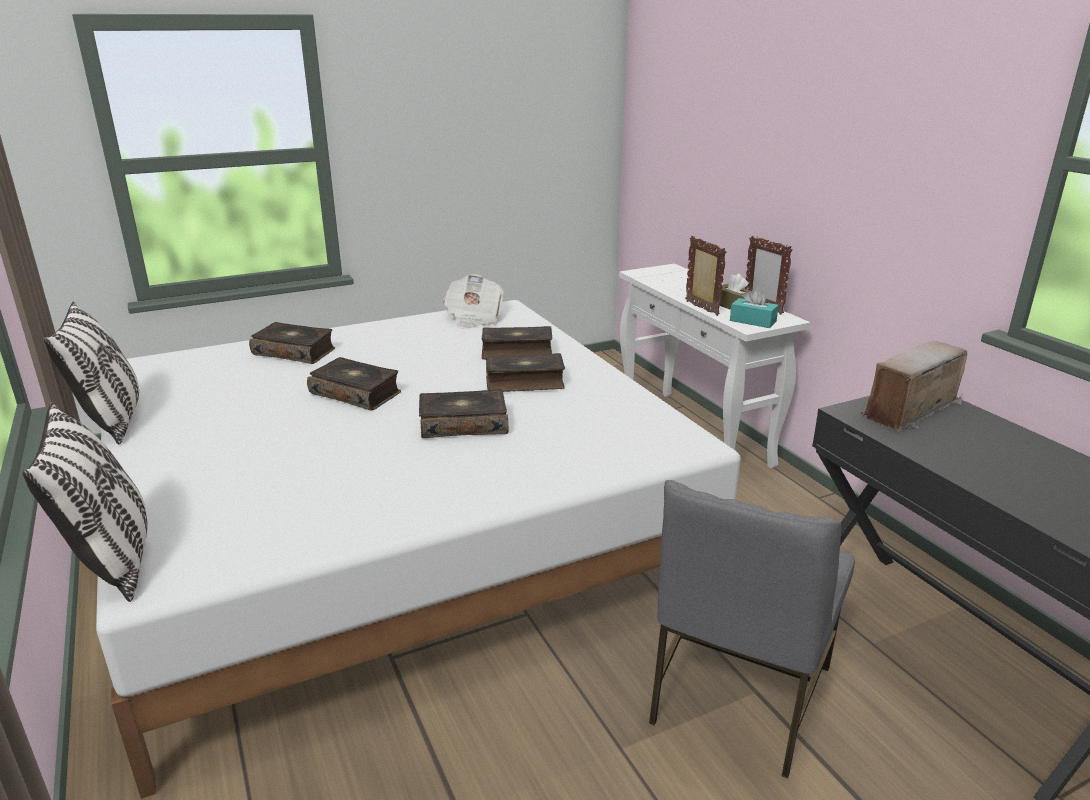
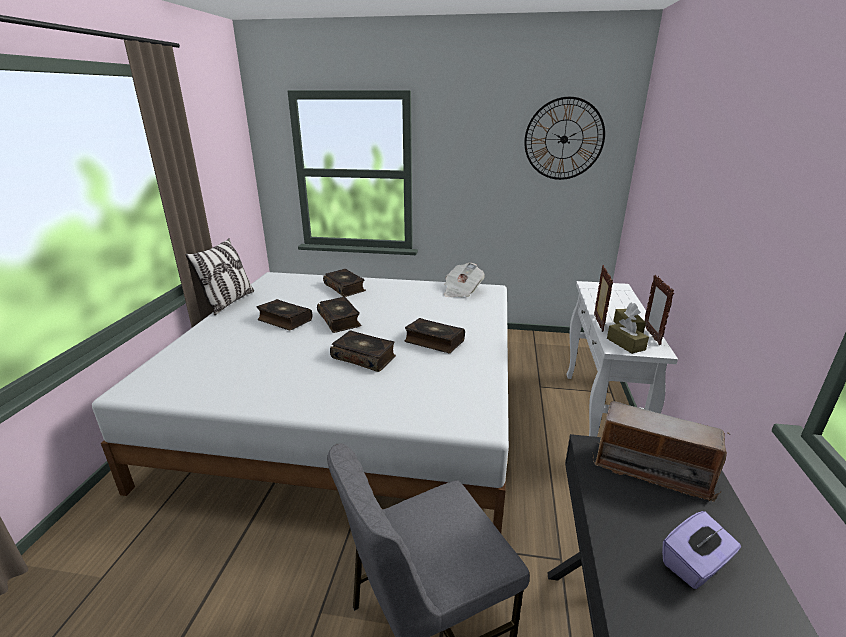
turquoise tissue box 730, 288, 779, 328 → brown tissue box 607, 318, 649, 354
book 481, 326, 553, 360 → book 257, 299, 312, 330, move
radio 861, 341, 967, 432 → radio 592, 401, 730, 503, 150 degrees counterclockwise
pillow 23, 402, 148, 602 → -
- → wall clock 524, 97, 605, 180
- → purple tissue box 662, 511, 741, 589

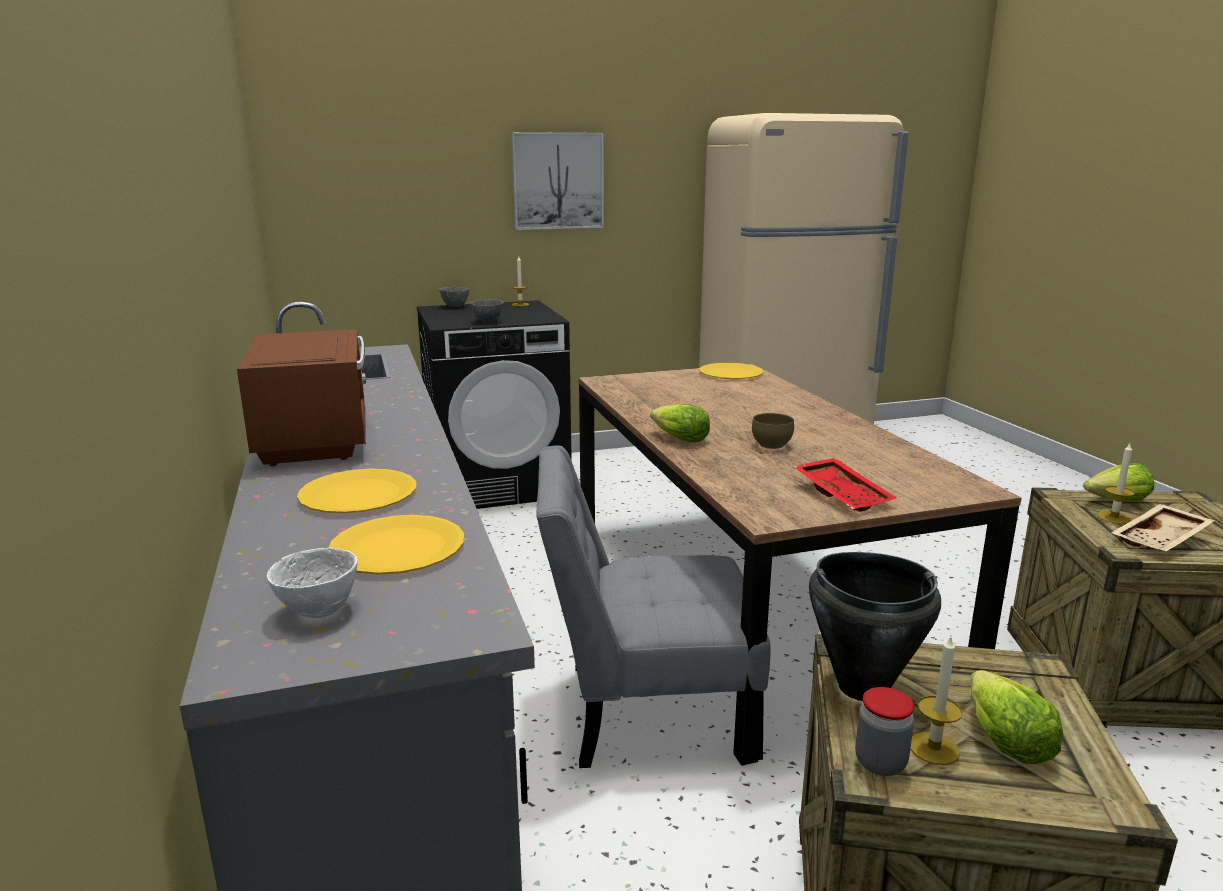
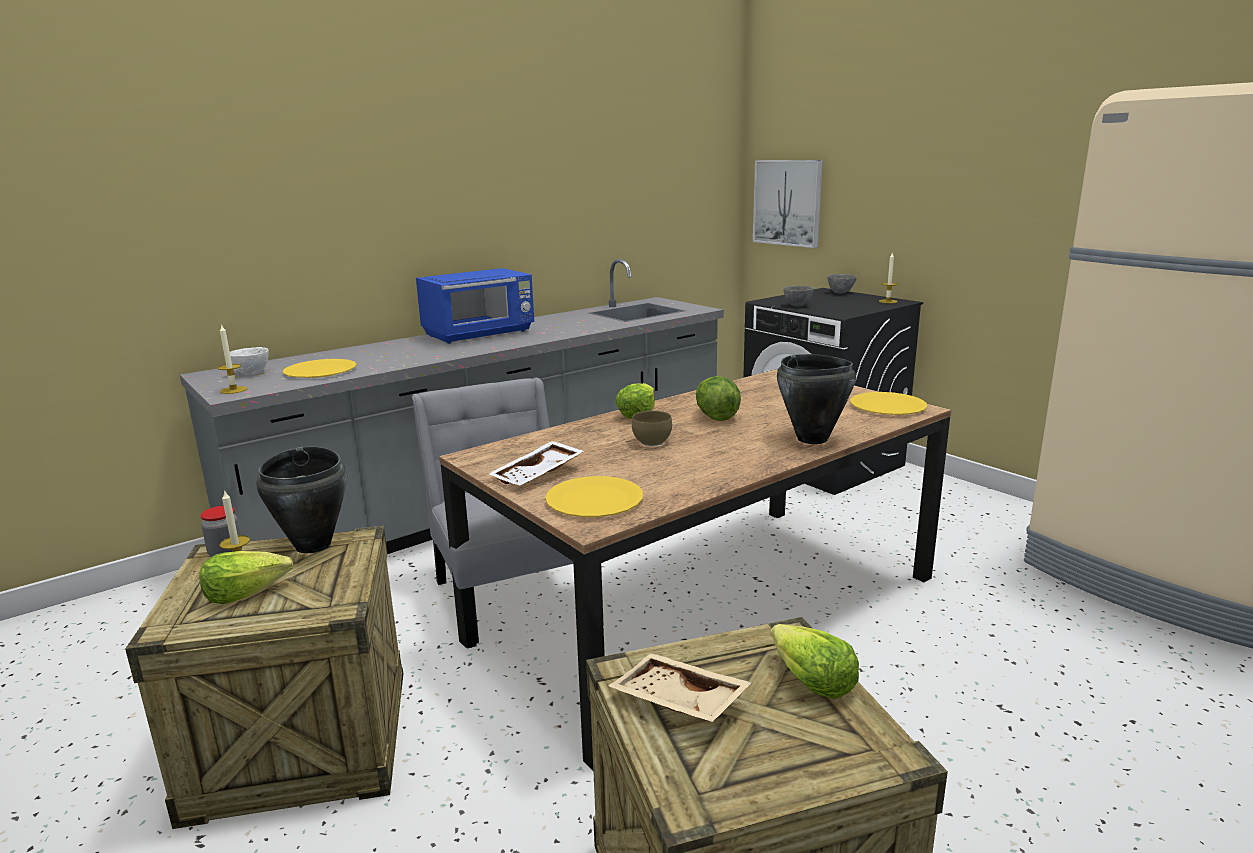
picture 511, 132, 604, 230 → picture 753, 160, 823, 248, move
brown microwave 237, 330, 366, 466 → blue microwave 416, 268, 534, 344
candle 1097, 443, 1135, 524 → candle 218, 324, 247, 394, move
red tray 793, 458, 897, 512 → white tray 489, 441, 584, 485
yellow plate 297, 469, 416, 513 → yellow plate 545, 476, 643, 517, move
- → black cooking pot 777, 354, 856, 444
- → lettuce 696, 376, 741, 421

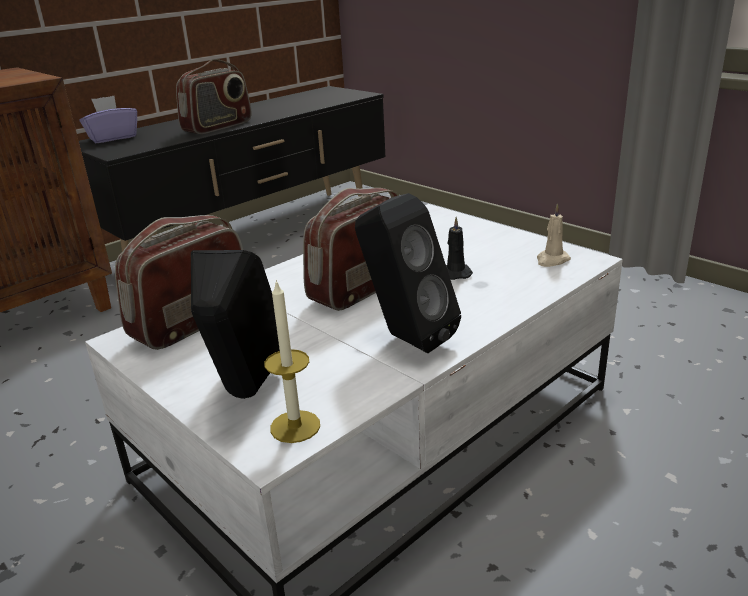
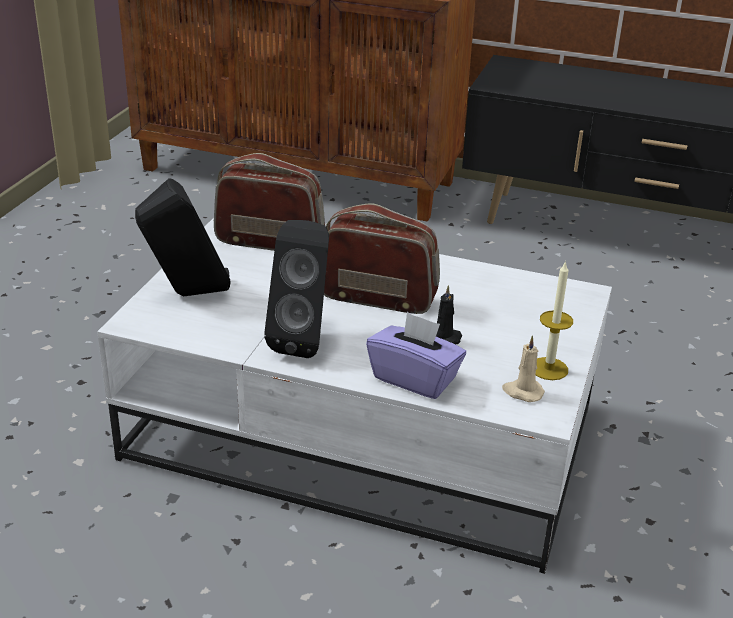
radio 176, 59, 251, 134 → -
purple tissue box 79, 96, 137, 143 → purple tissue box 366, 312, 466, 399, move
candle 265, 279, 320, 443 → candle 536, 261, 573, 380, move

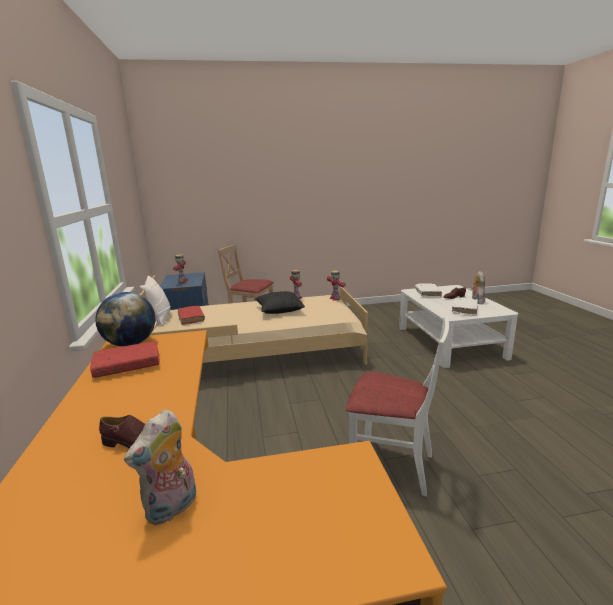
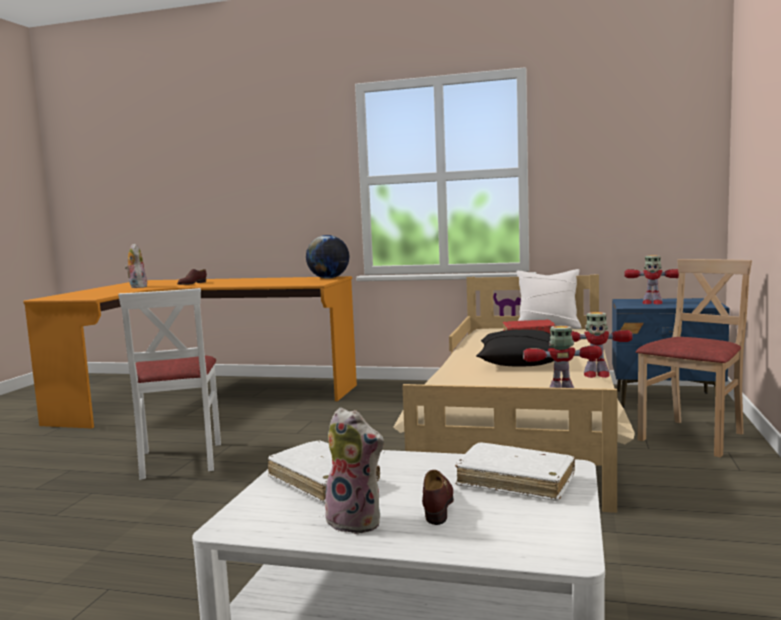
white chair 346, 316, 449, 496 → white chair 118, 288, 221, 480, 60 degrees counterclockwise
red book 90, 341, 160, 378 → -

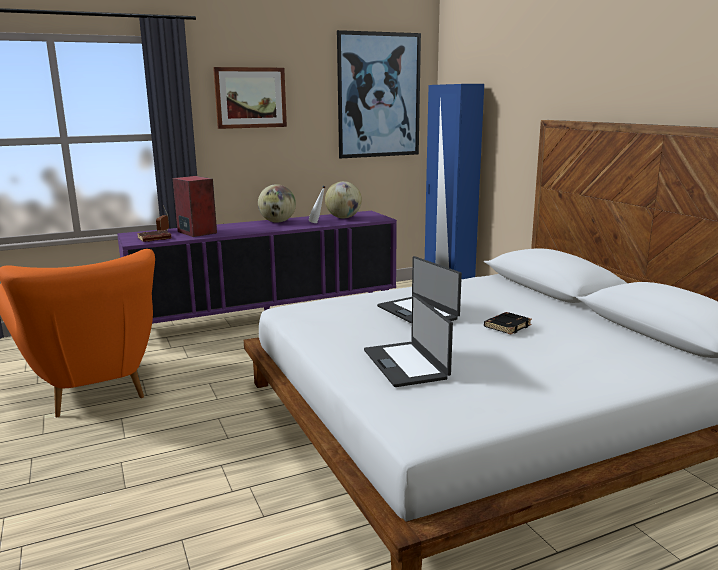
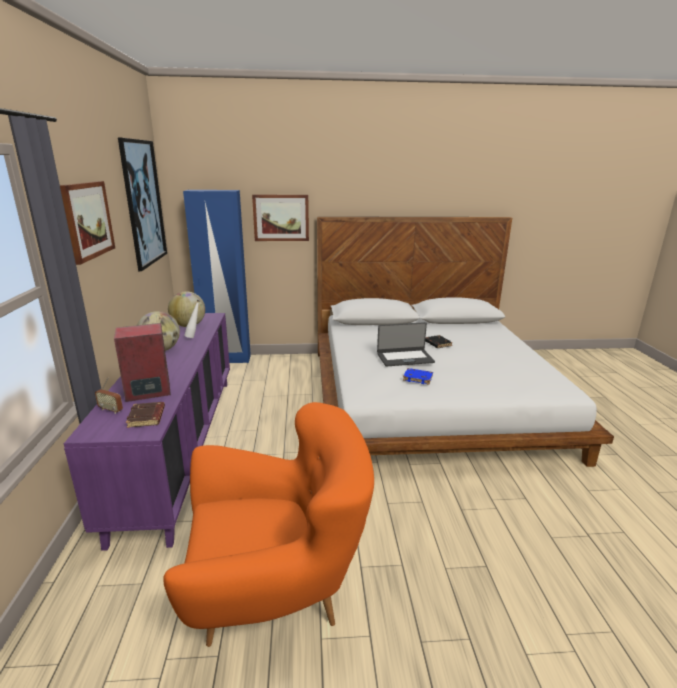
laptop 364, 294, 453, 387 → -
- → picture 252, 194, 309, 241
- → blue book 403, 368, 433, 385

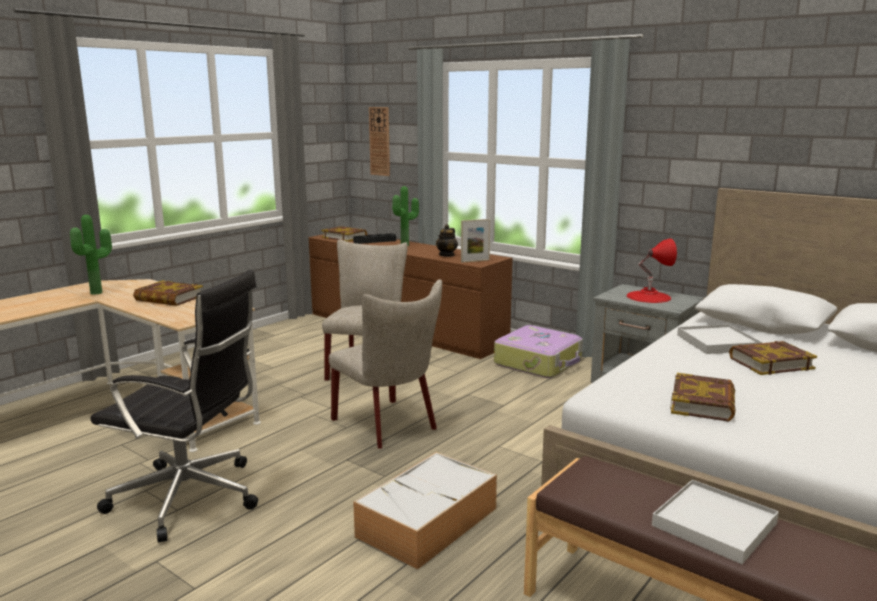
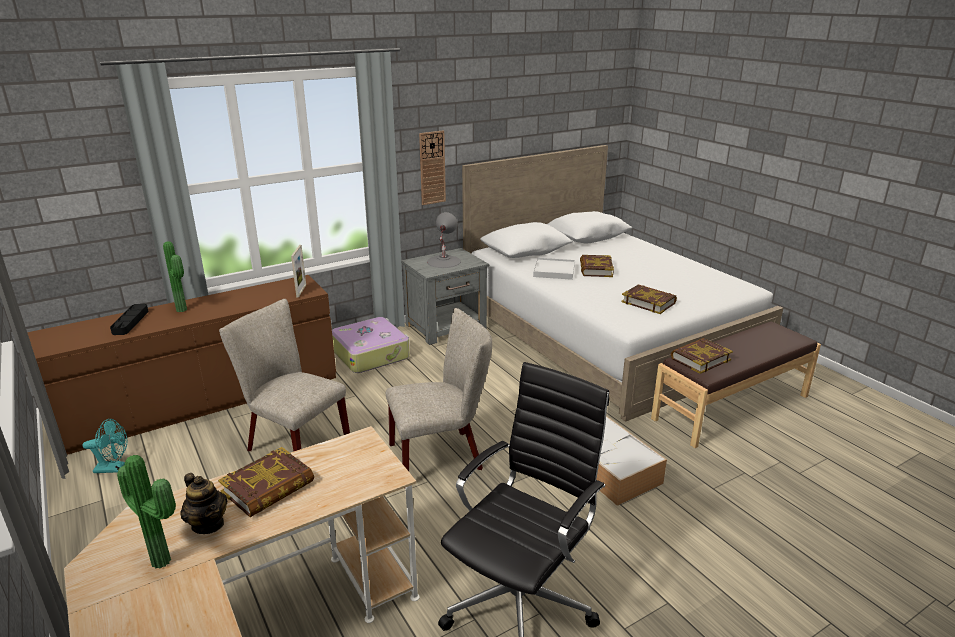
wall clock 369, 107, 390, 176 → wall clock 419, 131, 446, 205, move
teapot 436, 224, 458, 257 → teapot 180, 473, 227, 534, move
book 321, 226, 367, 242 → book 671, 338, 733, 374, move
red table lamp 626, 238, 677, 303 → grey table lamp 427, 212, 461, 268
white tray 652, 480, 779, 564 → -
- → turquoise fan 82, 419, 127, 473

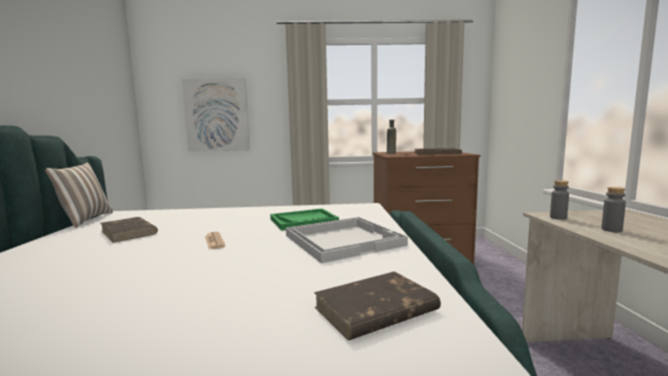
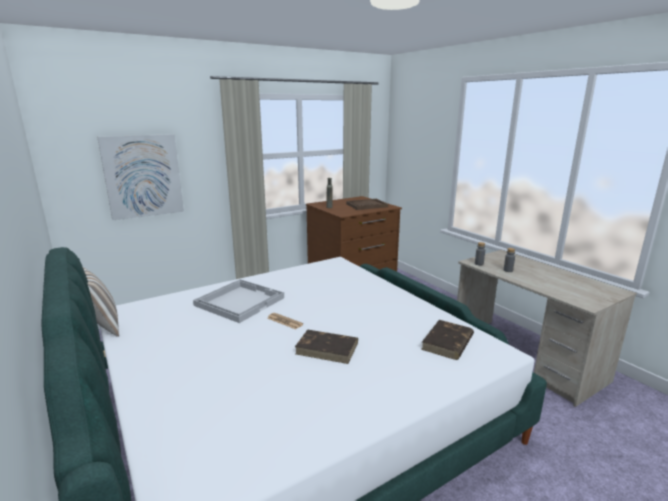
green tray 270, 208, 339, 231 → -
brown book 101, 217, 158, 243 → brown book 295, 330, 358, 364, move
white tray 286, 217, 408, 263 → white tray 193, 279, 284, 323, move

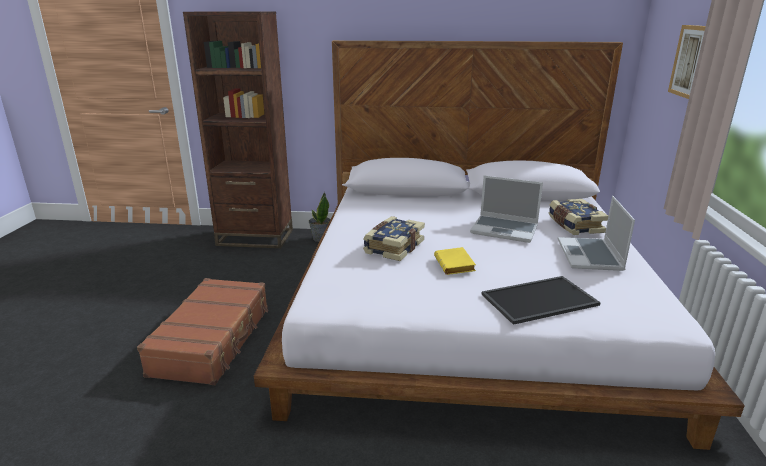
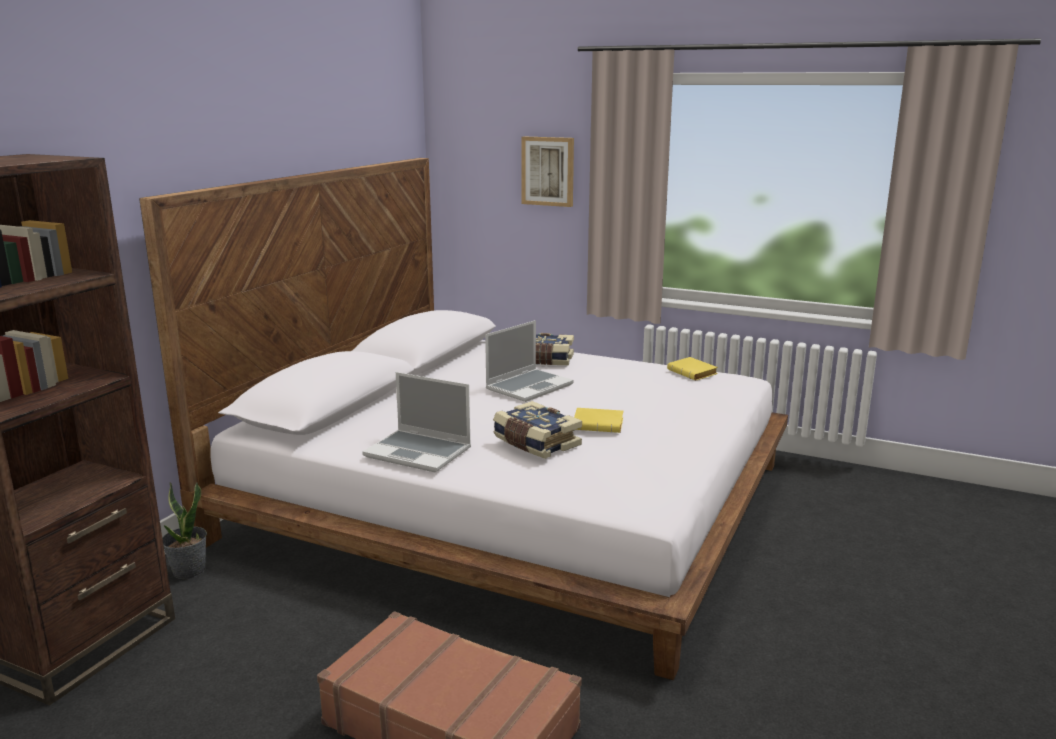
laptop 558, 196, 635, 271 → laptop 362, 372, 471, 473, move
tray 481, 276, 601, 325 → -
- → yellow book 667, 357, 718, 381

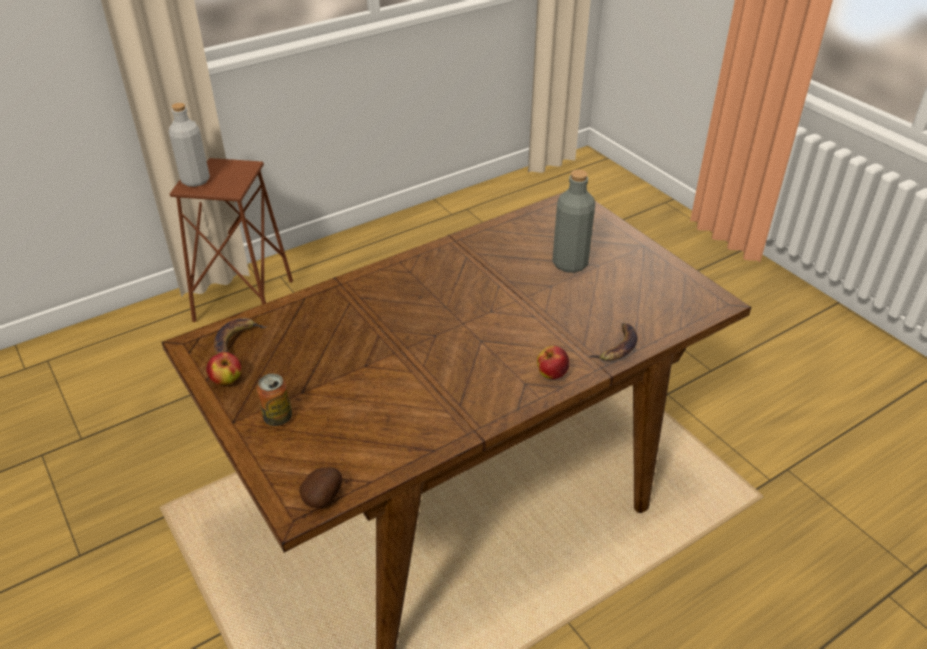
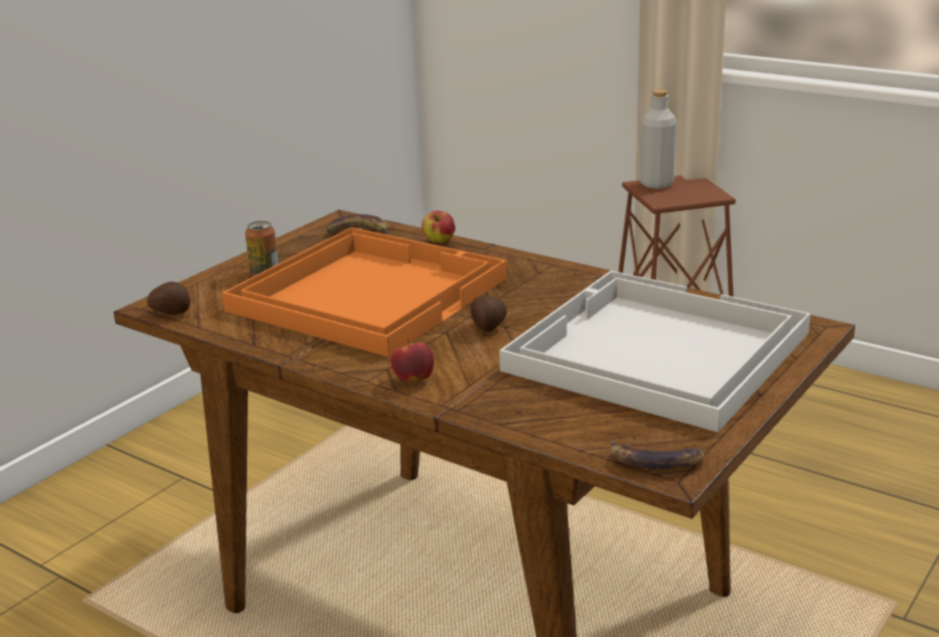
grey bottle 552, 170, 595, 273 → white tray 499, 271, 811, 432
banana 587, 323, 638, 361 → banana 610, 441, 705, 469, move
apple 206, 352, 241, 385 → apple 422, 211, 455, 244, move
- → orange tray 222, 227, 507, 357
- → potato 470, 295, 507, 332

